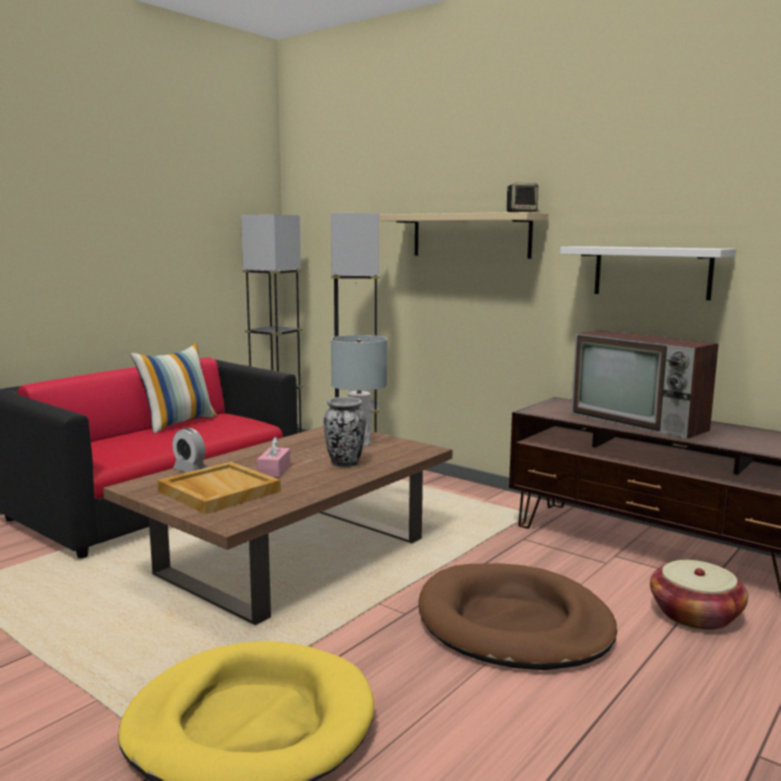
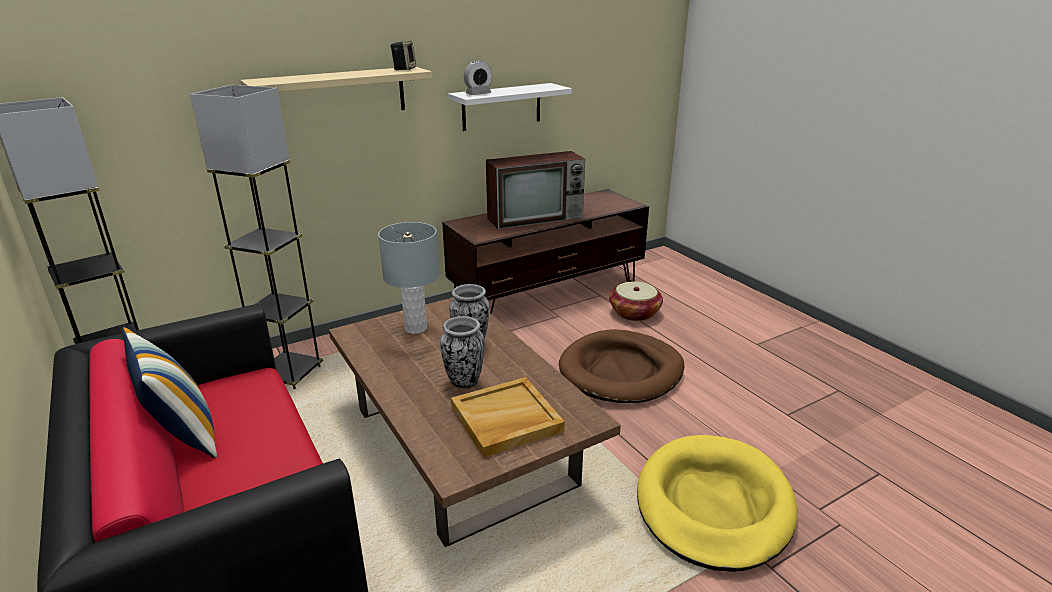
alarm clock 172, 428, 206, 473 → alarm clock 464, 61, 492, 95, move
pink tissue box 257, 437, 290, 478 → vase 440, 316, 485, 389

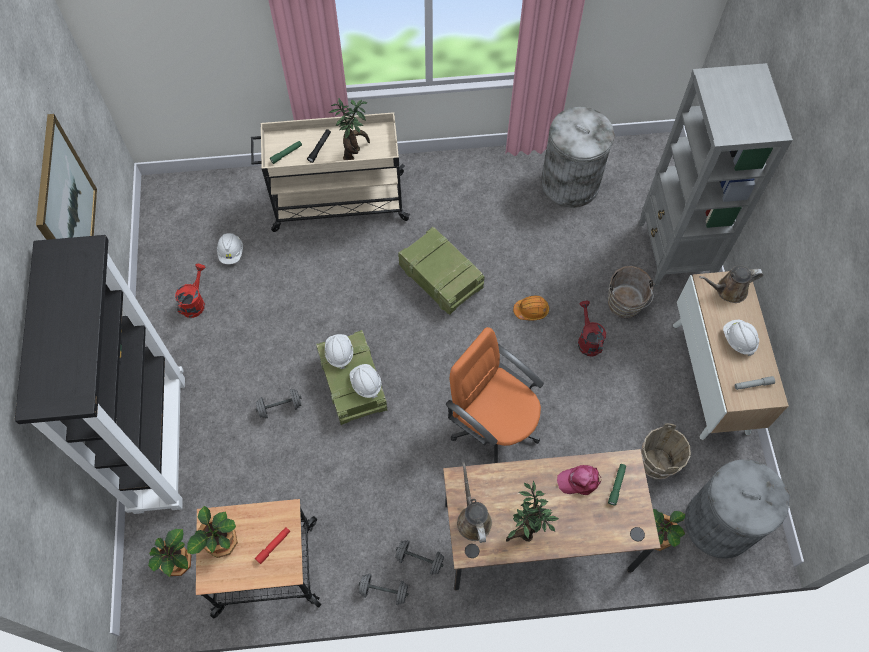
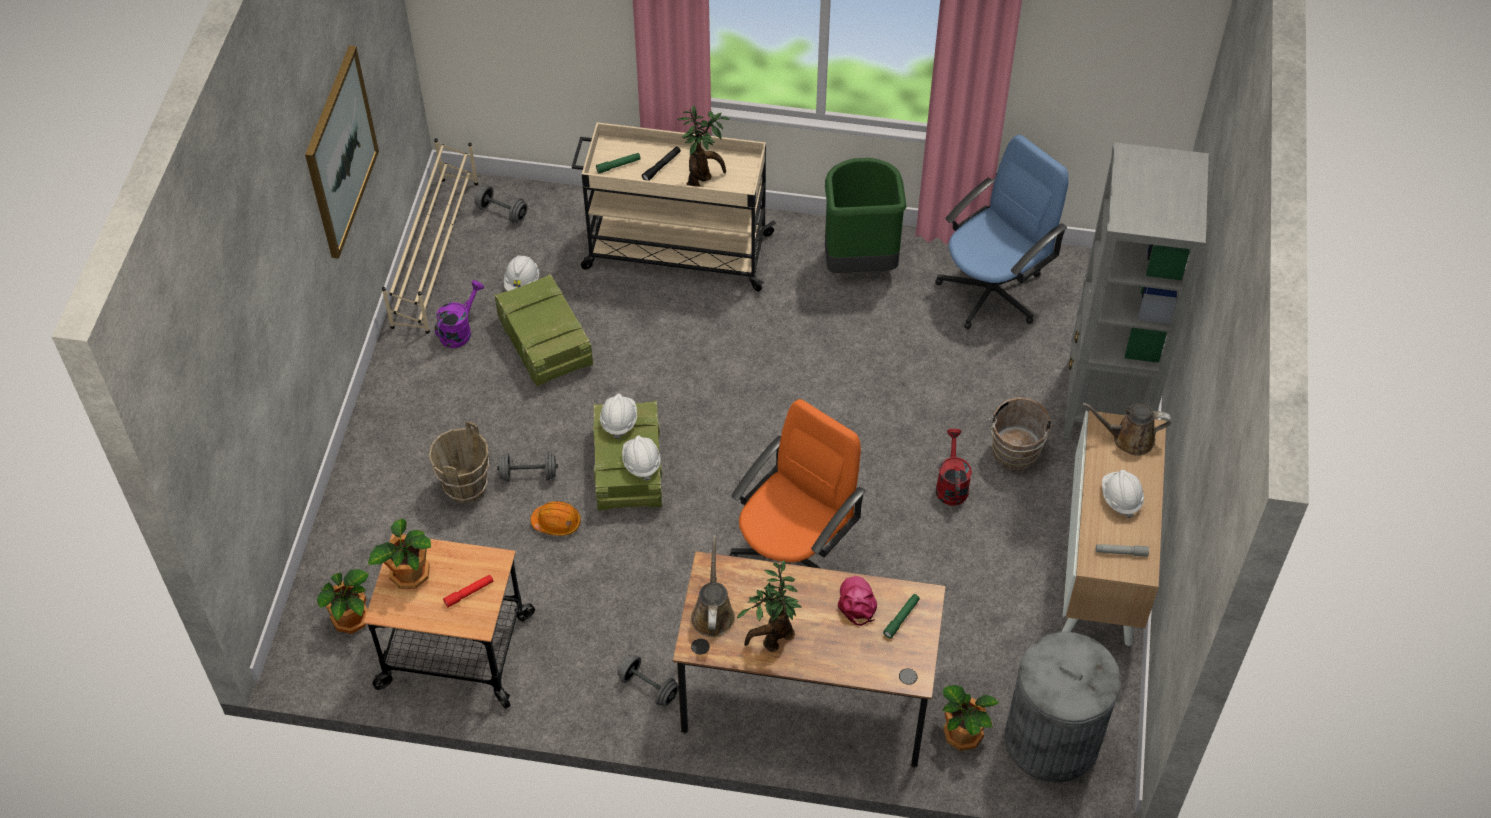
grey trash can 541, 107, 615, 208 → blue office chair 935, 135, 1069, 329
crate 398, 227, 485, 315 → crate 495, 274, 593, 387, move
black bookcase 15, 235, 185, 514 → -
red watering can 175, 264, 206, 318 → purple watering can 435, 280, 484, 348
orange hard hat 513, 296, 549, 321 → orange hard hat 530, 501, 581, 536, move
orange office chair 446, 327, 544, 463 → orange office chair 729, 399, 866, 569, 75 degrees clockwise
brown bucket 641, 423, 691, 479 → brown bucket 429, 421, 490, 503, move
pink cap 557, 465, 601, 495 → pink cap 838, 576, 877, 626, 75 degrees clockwise
grey dumbbell 359, 574, 409, 605 → grey dumbbell 475, 186, 528, 223, move
- → beige shoe rack 382, 138, 478, 334
- → green trash can 825, 158, 907, 273

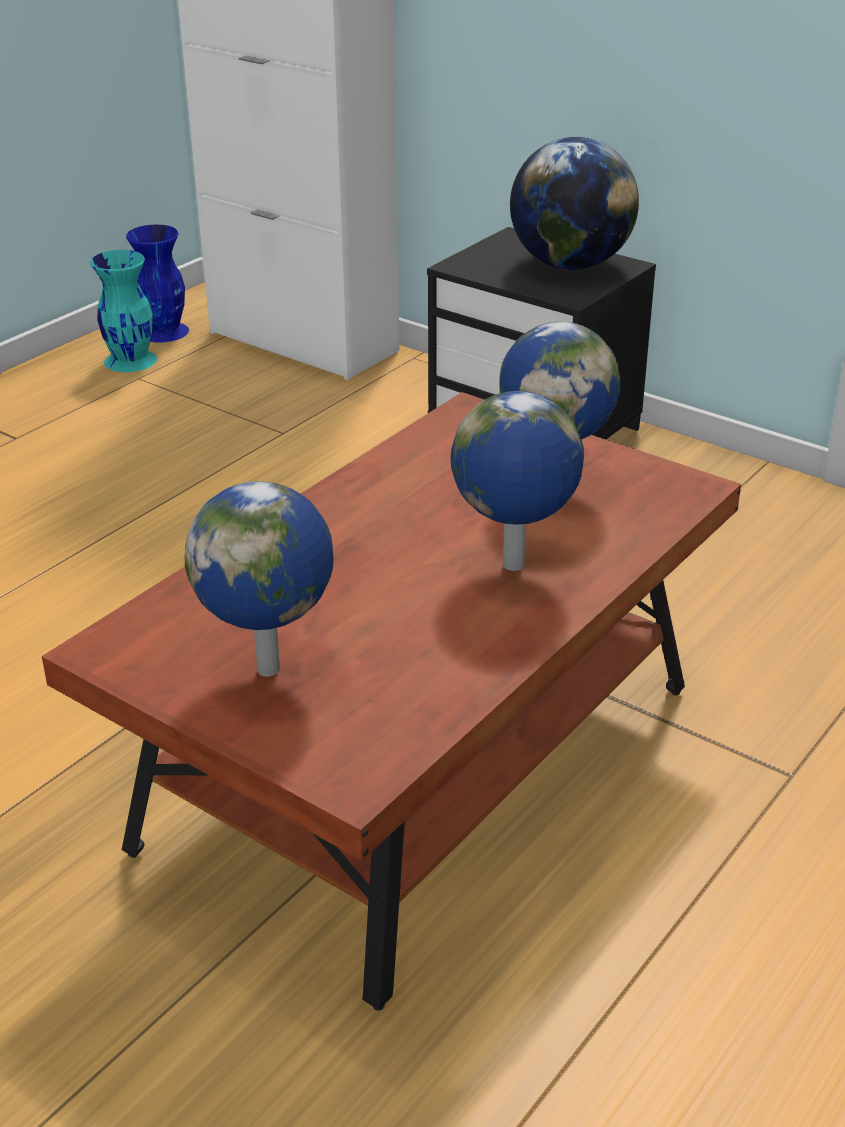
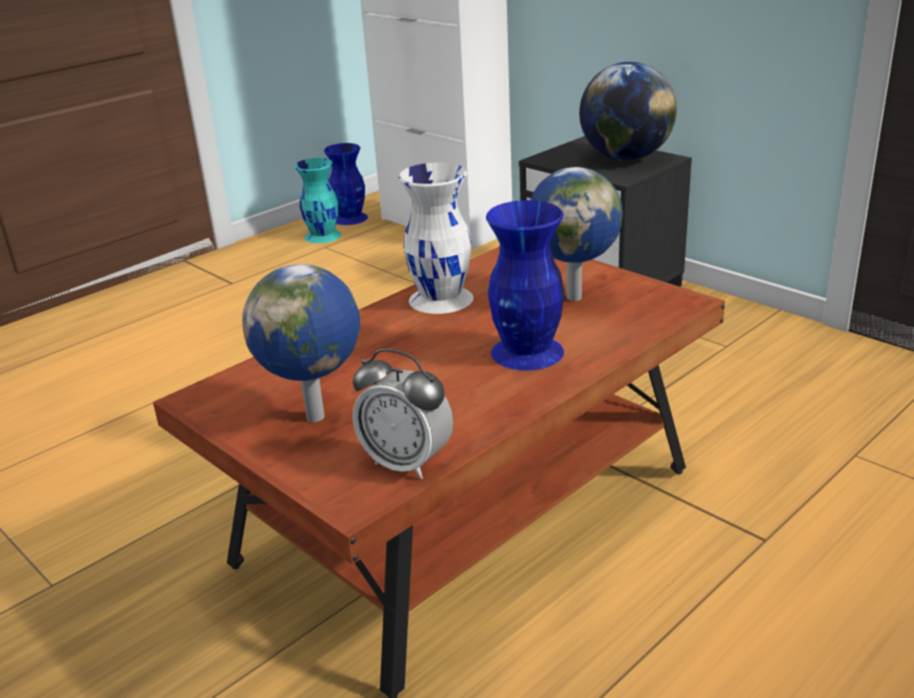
globe 450, 391, 584, 571 → blue vase 486, 200, 565, 371
- → white vase 399, 163, 473, 314
- → alarm clock 352, 349, 453, 479

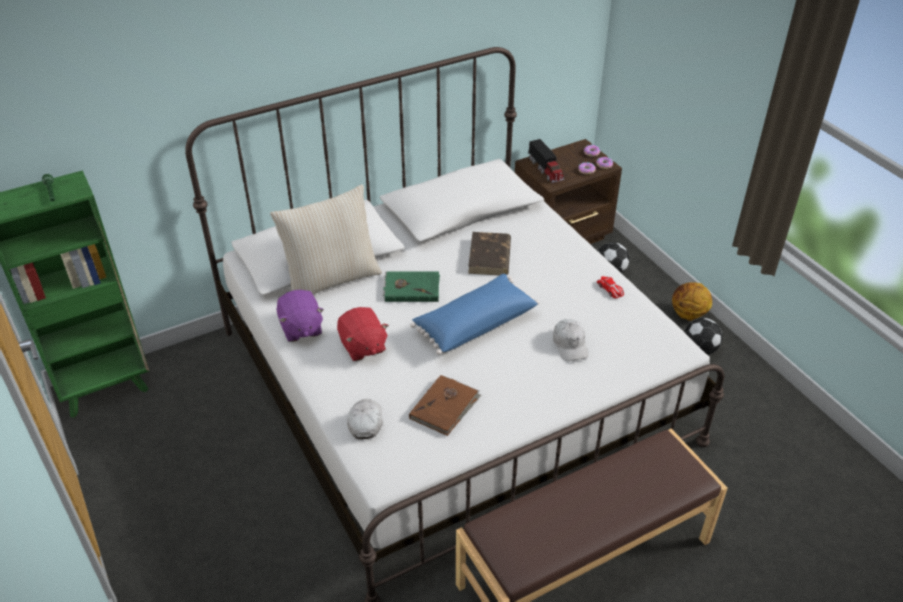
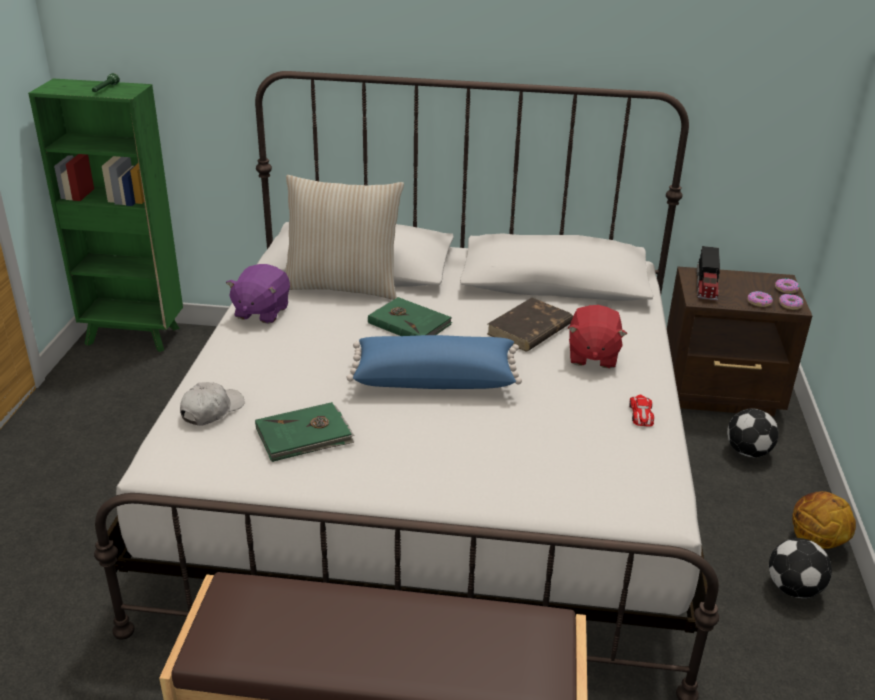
red plush toy 337, 307, 389, 361 → red plush toy 568, 305, 627, 368, move
white cap 553, 319, 589, 361 → -
brown book 409, 375, 481, 436 → green book 255, 402, 355, 462

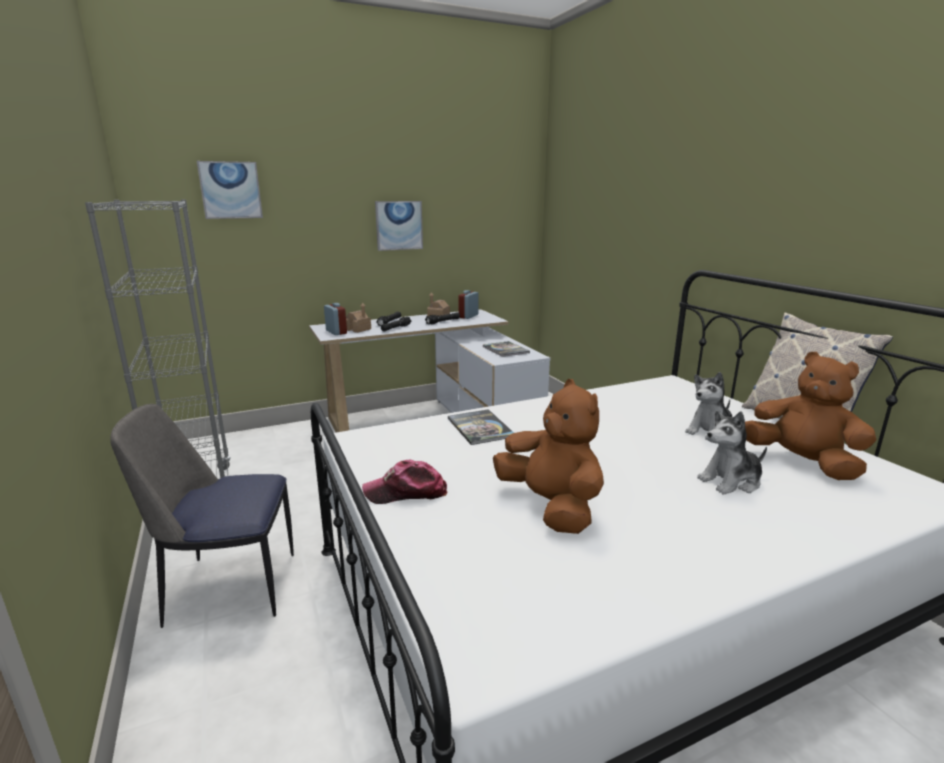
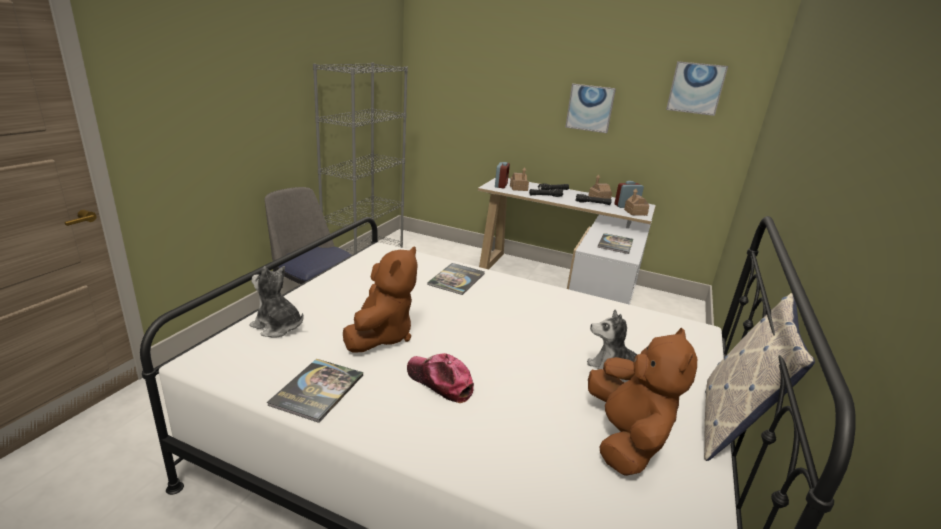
picture 197, 161, 263, 219 → picture 666, 61, 728, 116, move
plush toy 697, 411, 767, 494 → plush toy 250, 266, 304, 338, move
cap 362, 460, 447, 504 → cap 407, 353, 474, 403, move
- → toy house 624, 189, 649, 216
- → book 267, 359, 363, 423

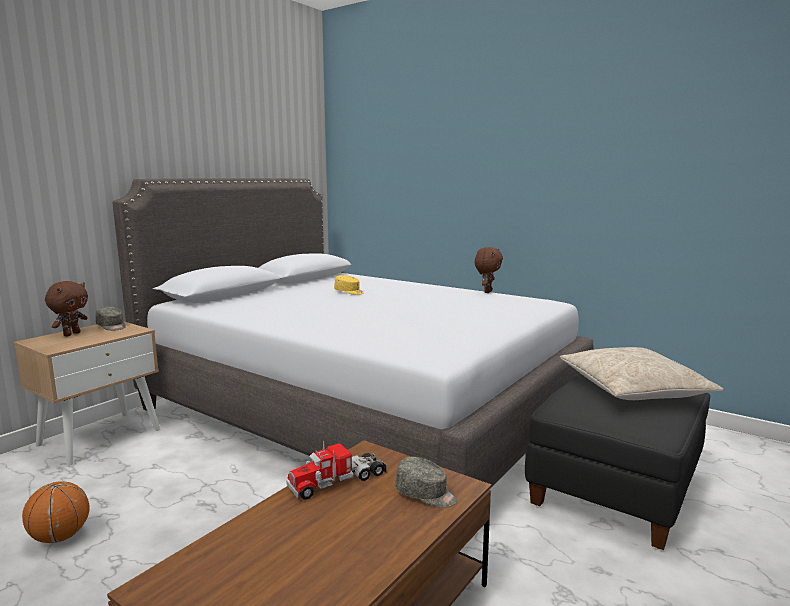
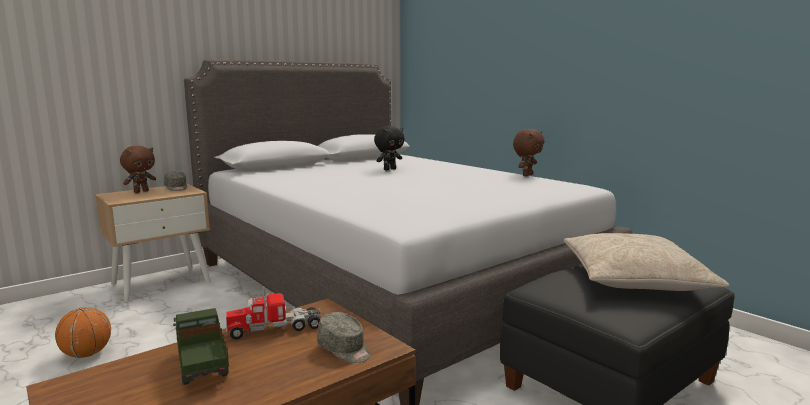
yellow cap 334, 275, 364, 295 → black plush toy 374, 126, 404, 171
- → toy truck 173, 308, 229, 385

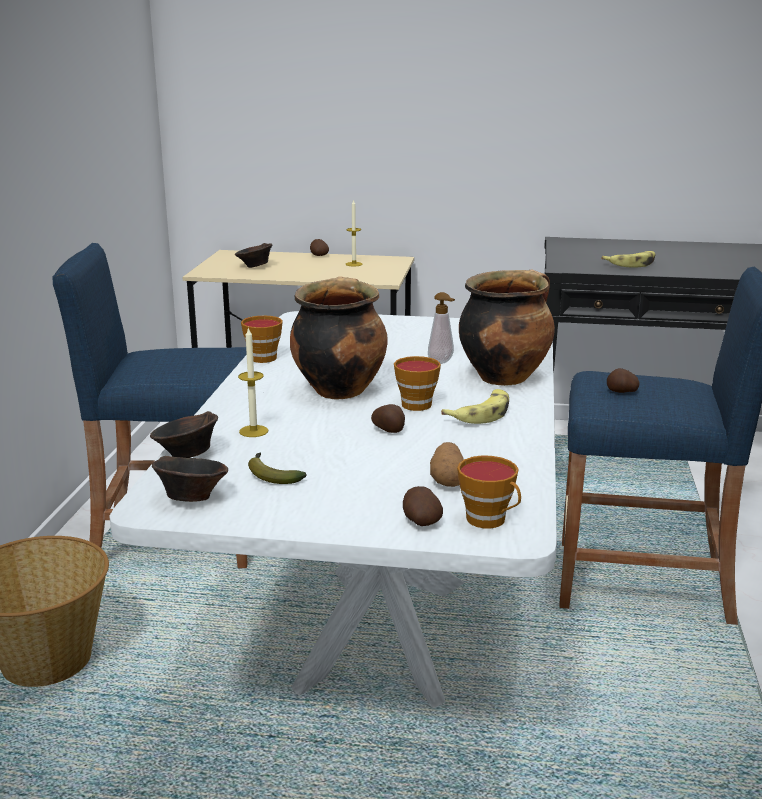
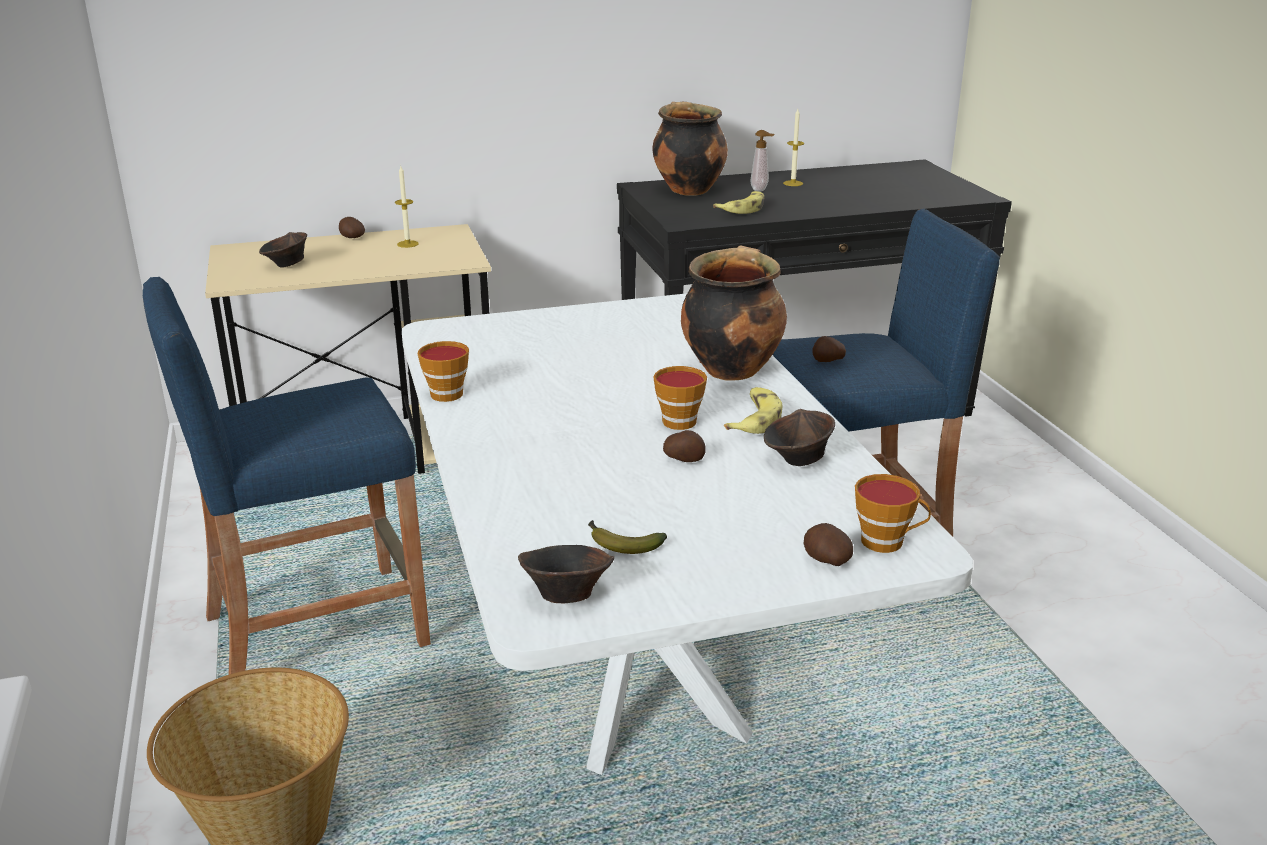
cooking pot 290, 276, 388, 400 → cooking pot 653, 102, 728, 196, move
soap dispenser 428, 292, 455, 364 → soap dispenser 751, 130, 775, 192, move
candle 238, 327, 268, 437 → candle 783, 109, 804, 186, move
brown bowl 150, 411, 218, 458 → brown bowl 764, 409, 835, 466, move
potato 430, 442, 464, 487 → -

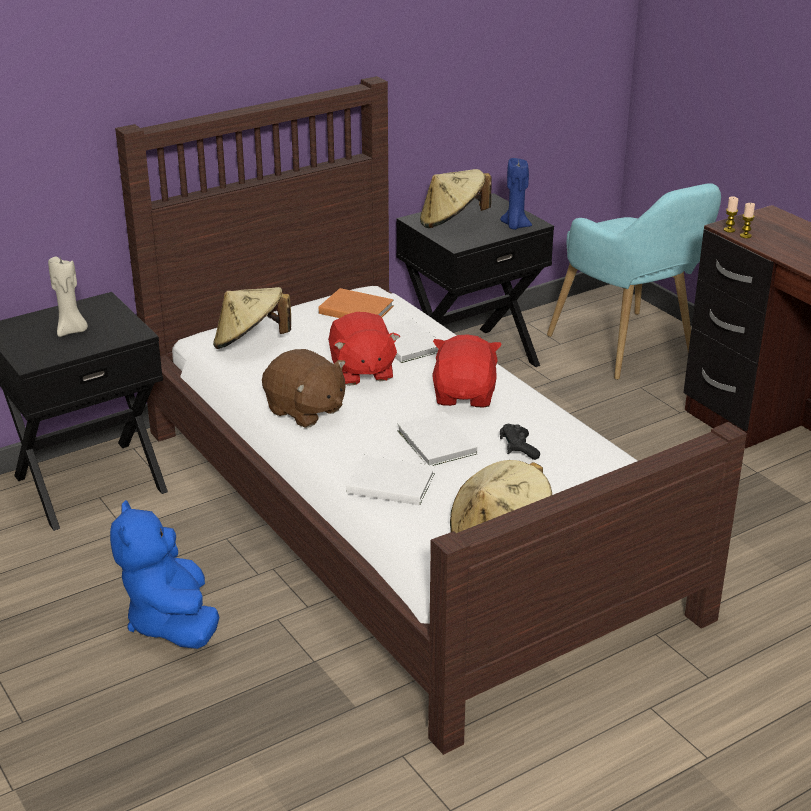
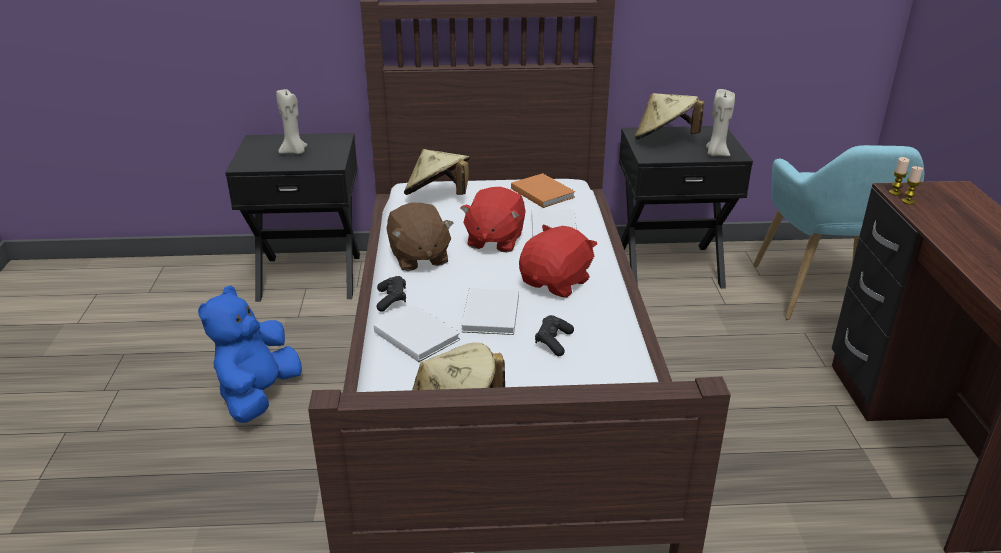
blue candle 500, 158, 532, 230 → beige candle 706, 89, 735, 156
- → black game controller 377, 276, 406, 312

